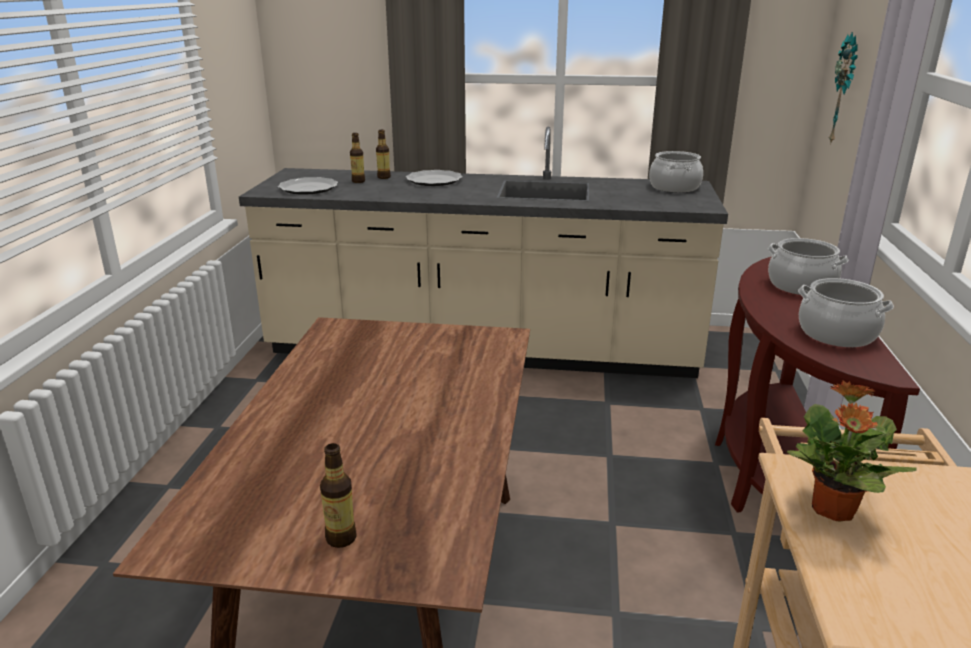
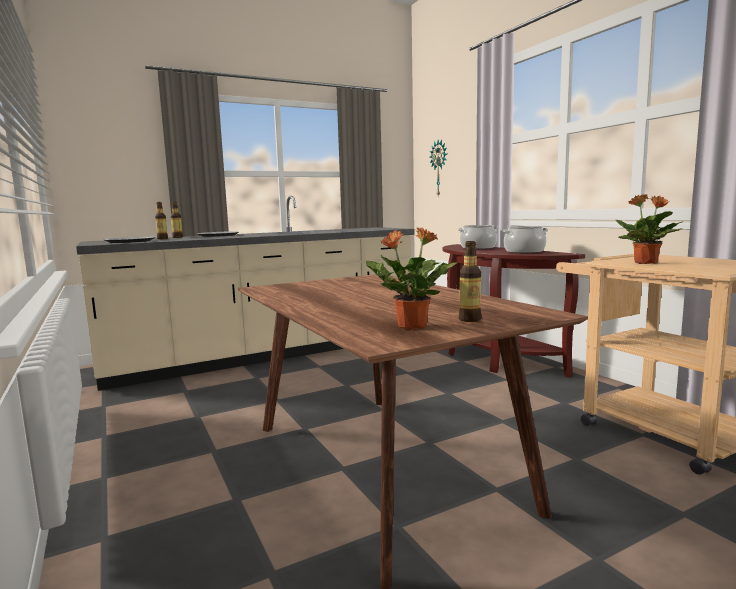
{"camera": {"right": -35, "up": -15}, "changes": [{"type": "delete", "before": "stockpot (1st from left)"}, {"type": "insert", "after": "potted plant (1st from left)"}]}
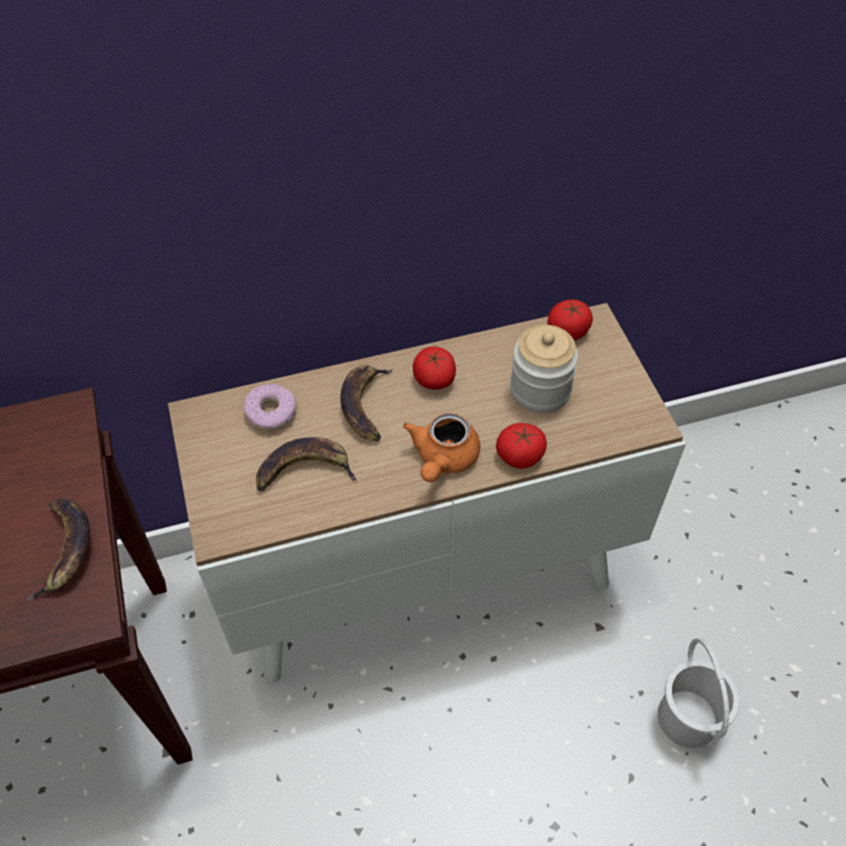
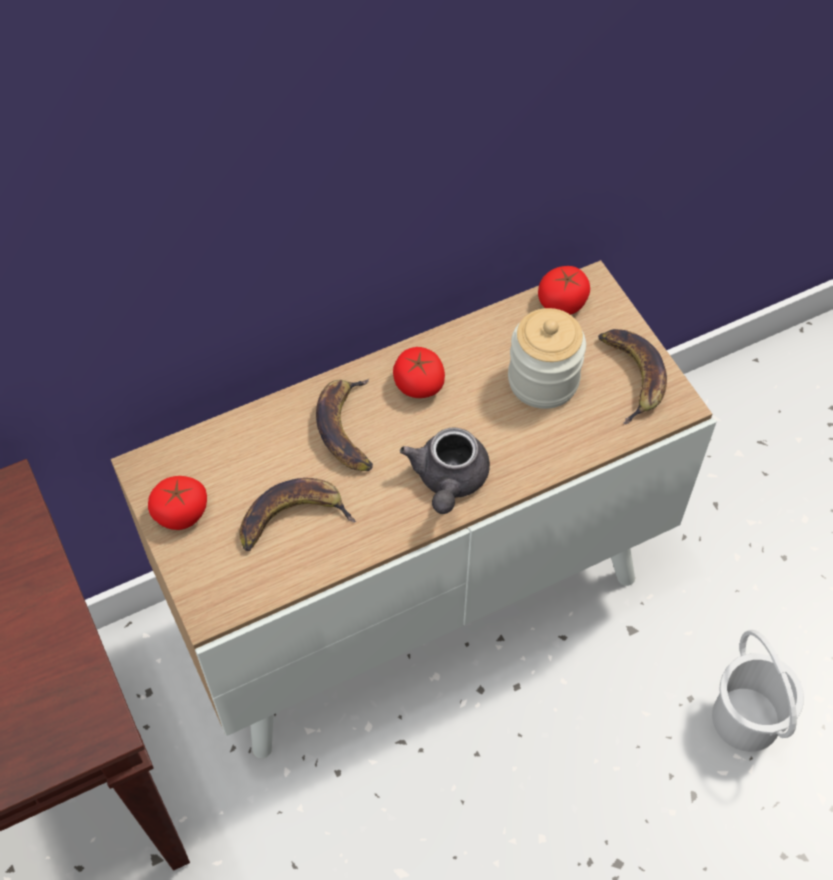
{"camera": {"right": -10, "up": 5}, "changes": [{"type": "delete", "before": "donut"}, {"type": "move", "before": "banana (1st from left in the first image)", "after": "banana (3rd from left)"}, {"type": "move", "before": "whole tomato (2nd from left in the first image)", "after": "whole tomato (1st from left)"}, {"type": "recolor", "before": "orangey teapot", "after": "grey teapot"}]}
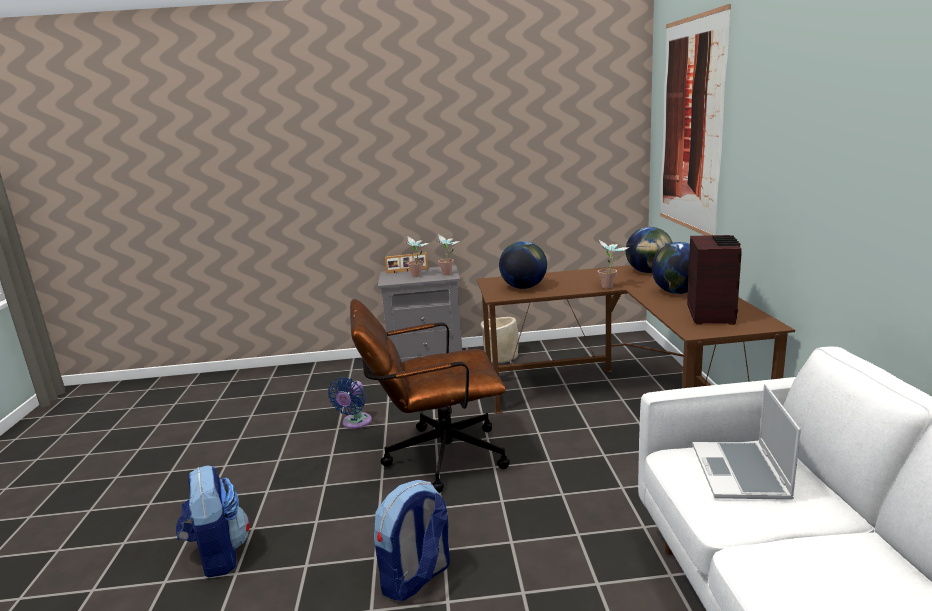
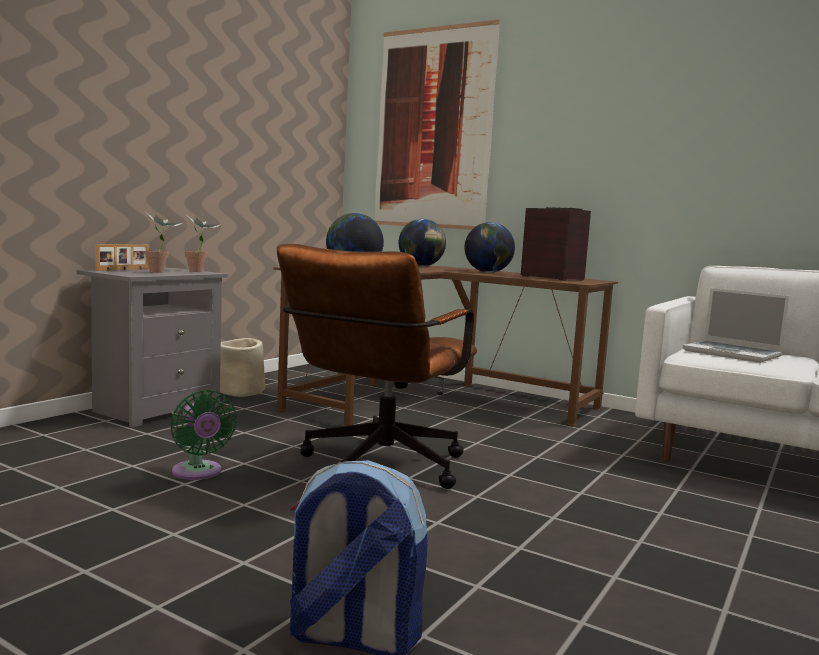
{"camera": {"right": -55, "up": -10}, "changes": [{"type": "delete", "before": "backpack (2nd from left)"}, {"type": "delete", "before": "potted plant (3rd from left)"}, {"type": "recolor", "before": "bluish cooling fan", "after": "green cooling fan"}]}
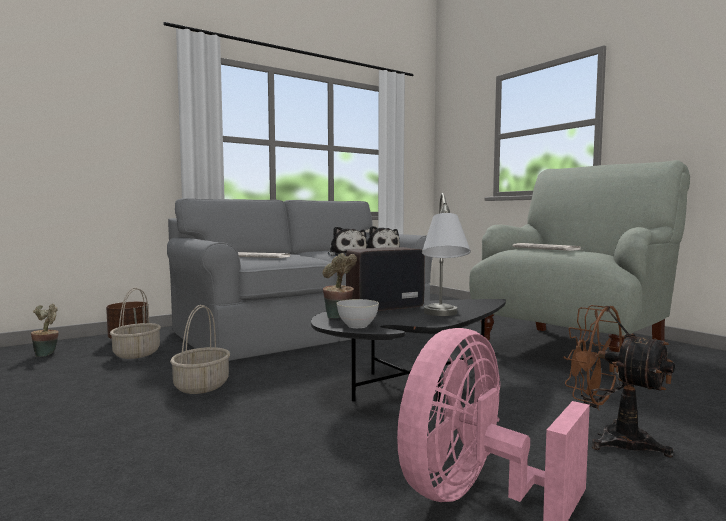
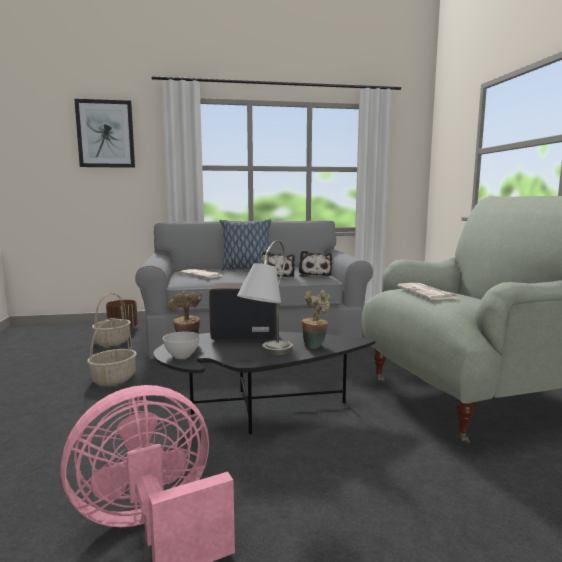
{"camera": {"right": 25, "up": 5}, "changes": [{"type": "delete", "before": "brown cooling fan"}, {"type": "insert", "after": "picture"}, {"type": "insert", "after": "pillow"}, {"type": "move", "before": "potted plant (1st from left in the first image)", "after": "potted plant (2nd from left)"}]}
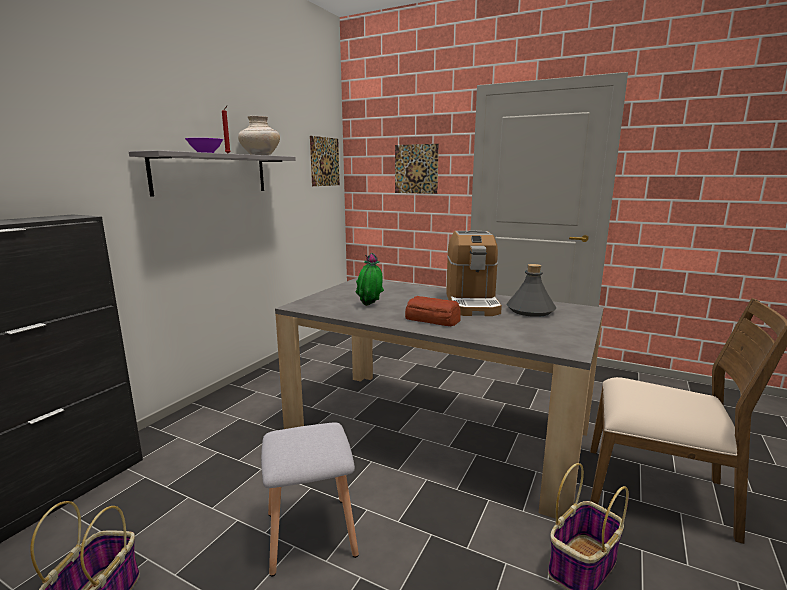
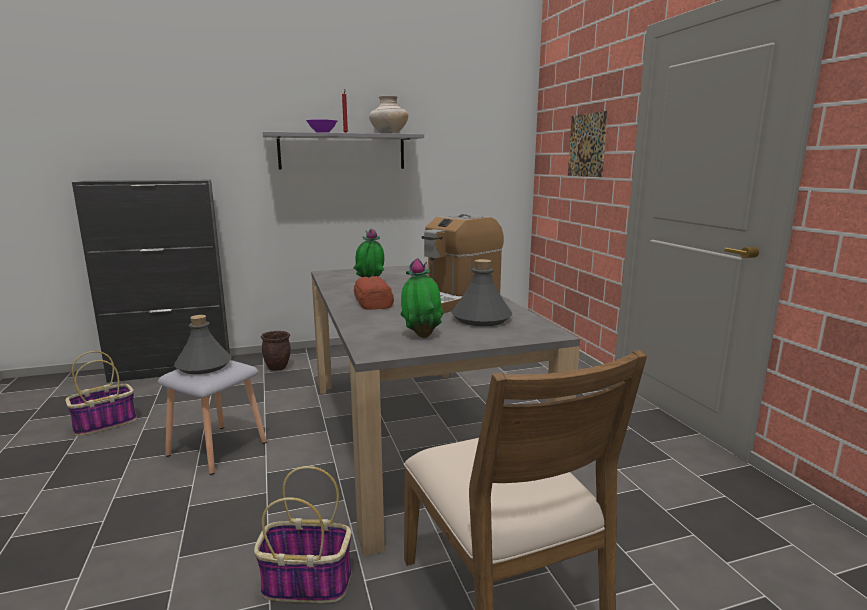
{"camera": {"right": 45, "up": 0}, "changes": [{"type": "delete", "before": "picture (1st from left)"}, {"type": "insert", "after": "grey bottle (1st from left)"}, {"type": "insert", "after": "brown planter"}, {"type": "insert", "after": "potted plant (2nd from left)"}]}
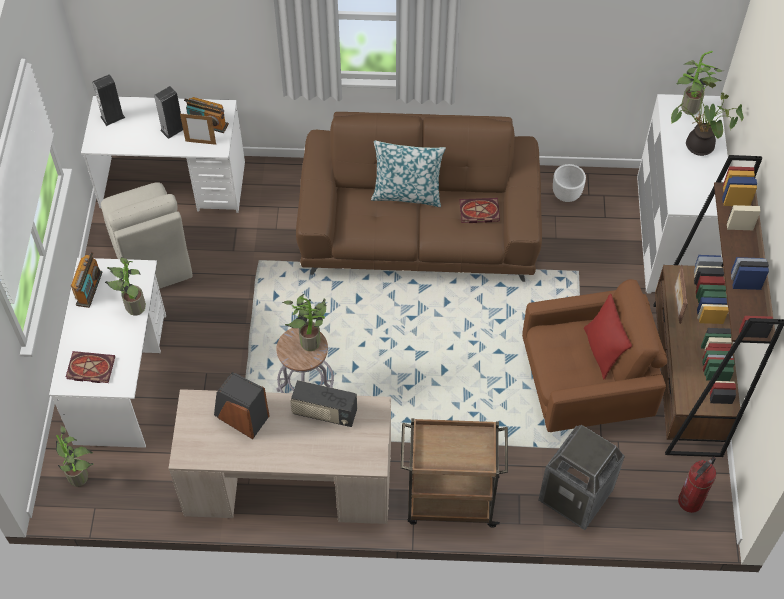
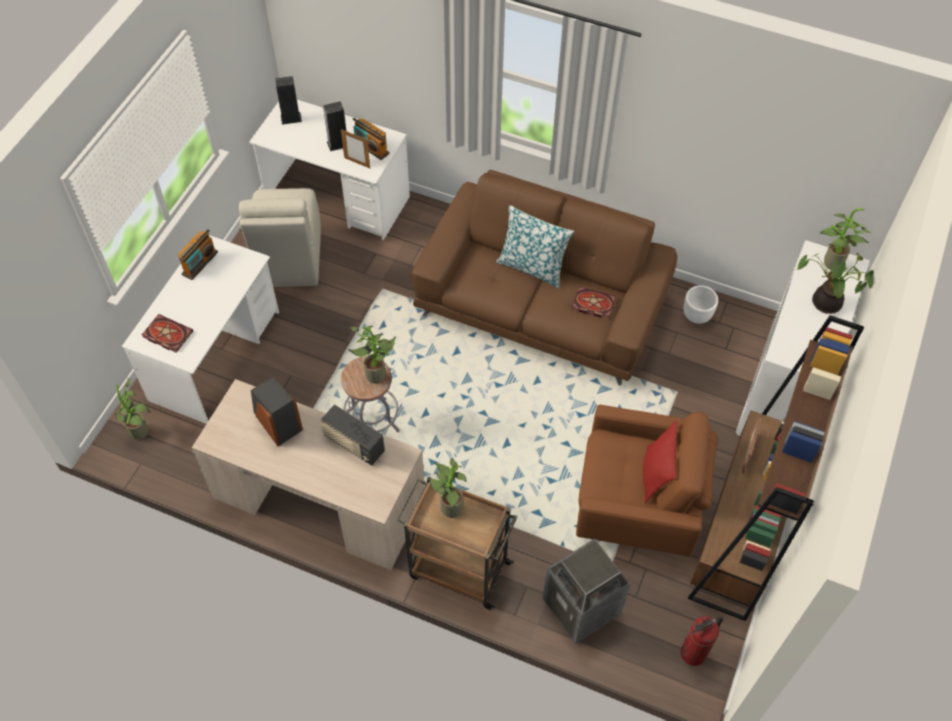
{"camera": {"right": 20, "up": 0}, "changes": [{"type": "move", "before": "potted plant (2nd from left in the first image)", "after": "potted plant (3rd from left)"}]}
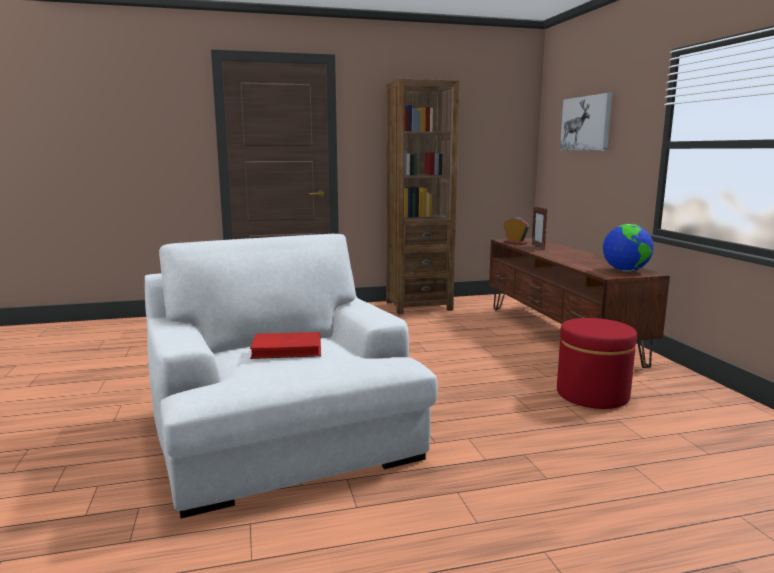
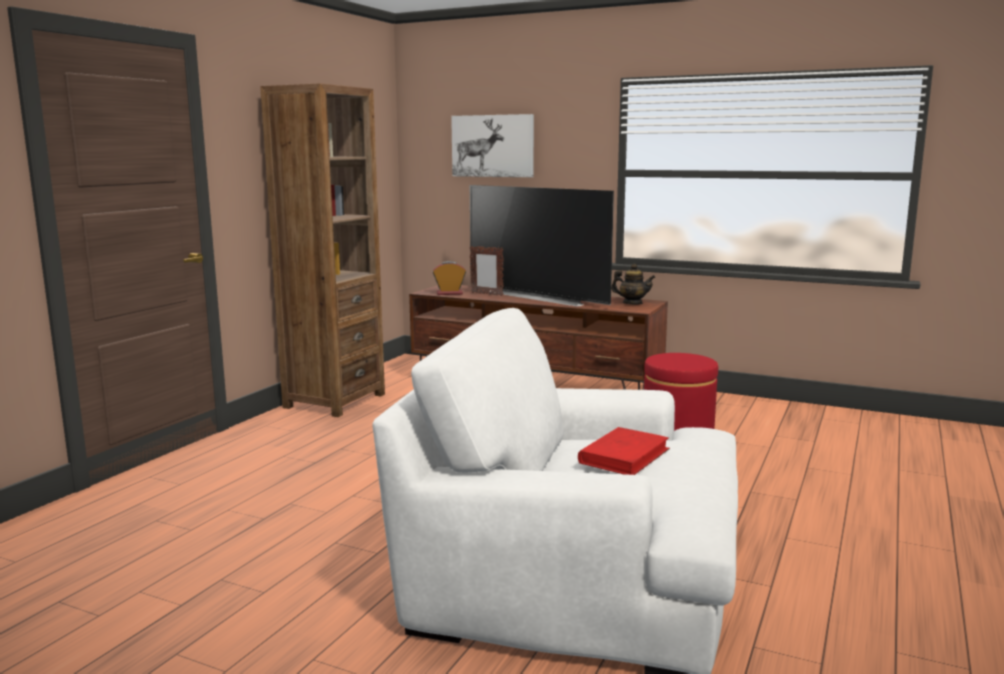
{"camera": {"right": -50, "up": 0}, "changes": [{"type": "insert", "after": "television"}, {"type": "replace", "before": "world globe", "after": "teapot"}]}
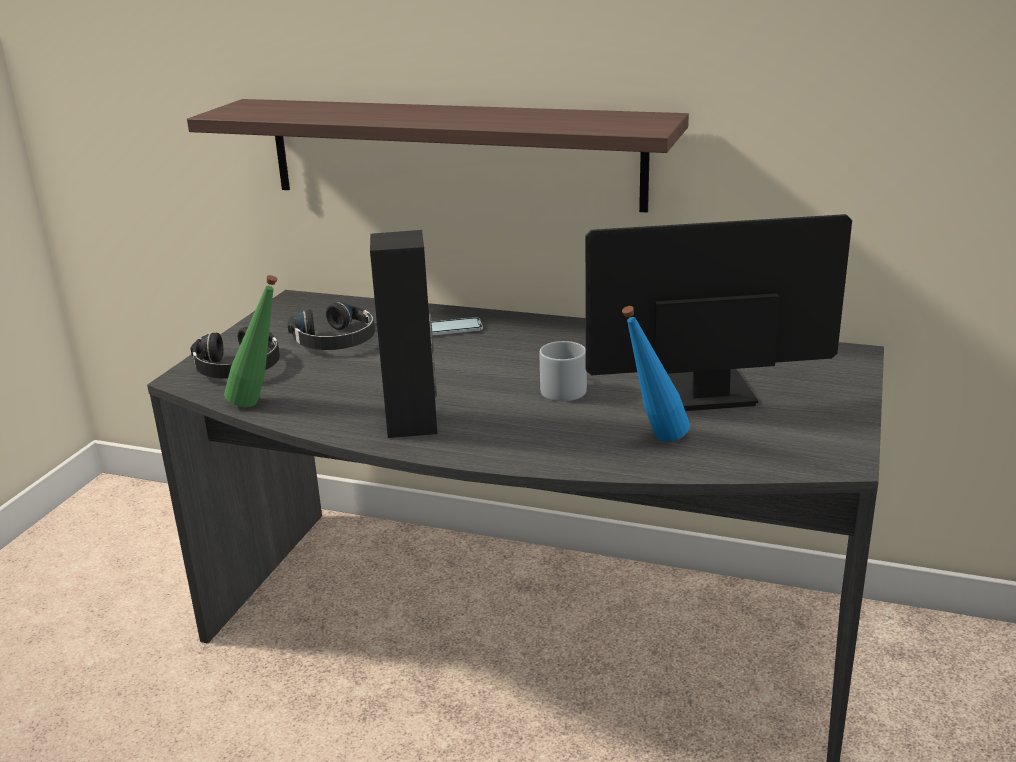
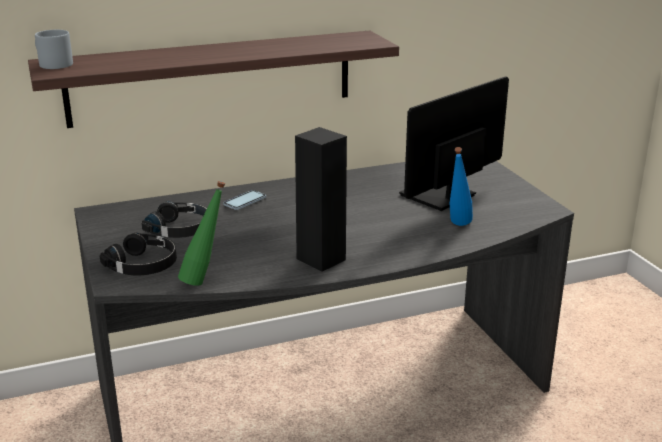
{"camera": {"right": -40, "up": 0}, "changes": [{"type": "move", "before": "grey mug"}]}
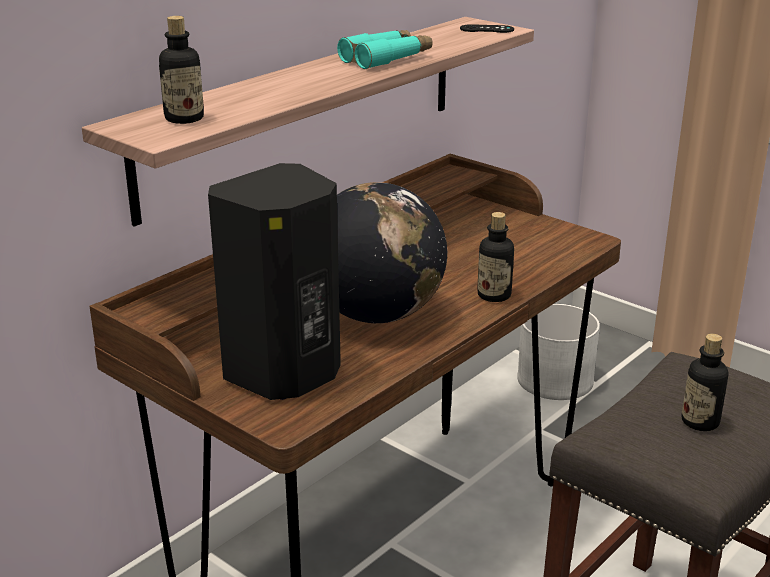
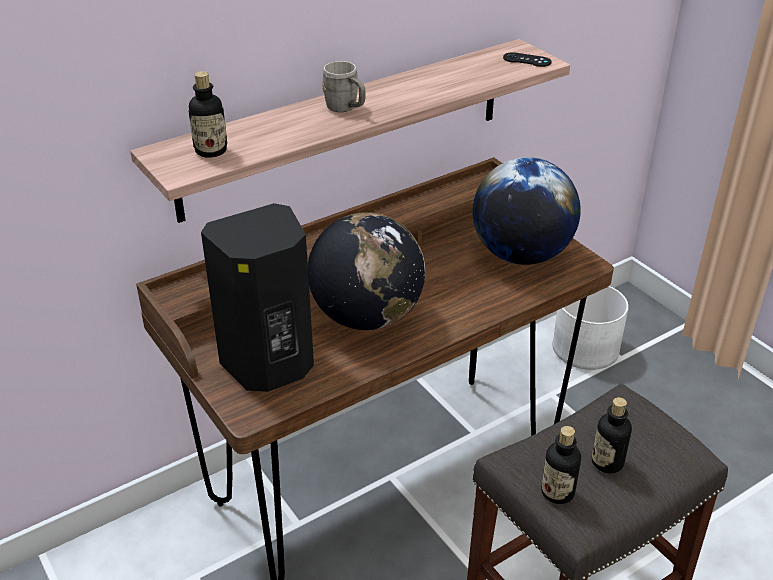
{"camera": {"right": 15, "up": 10}, "changes": [{"type": "delete", "before": "turquoise pair of binoculars"}, {"type": "insert", "after": "grey mug"}, {"type": "insert", "after": "world globe (2nd from left)"}, {"type": "move", "before": "bottle (2nd from left)"}]}
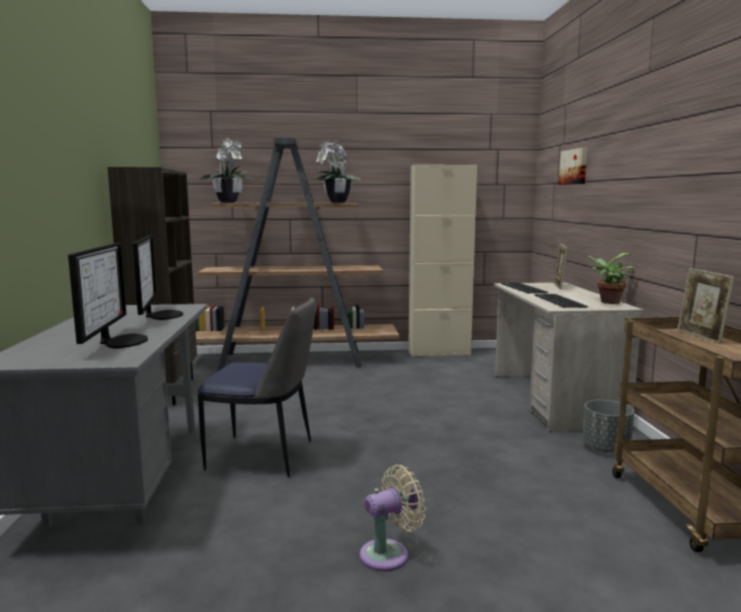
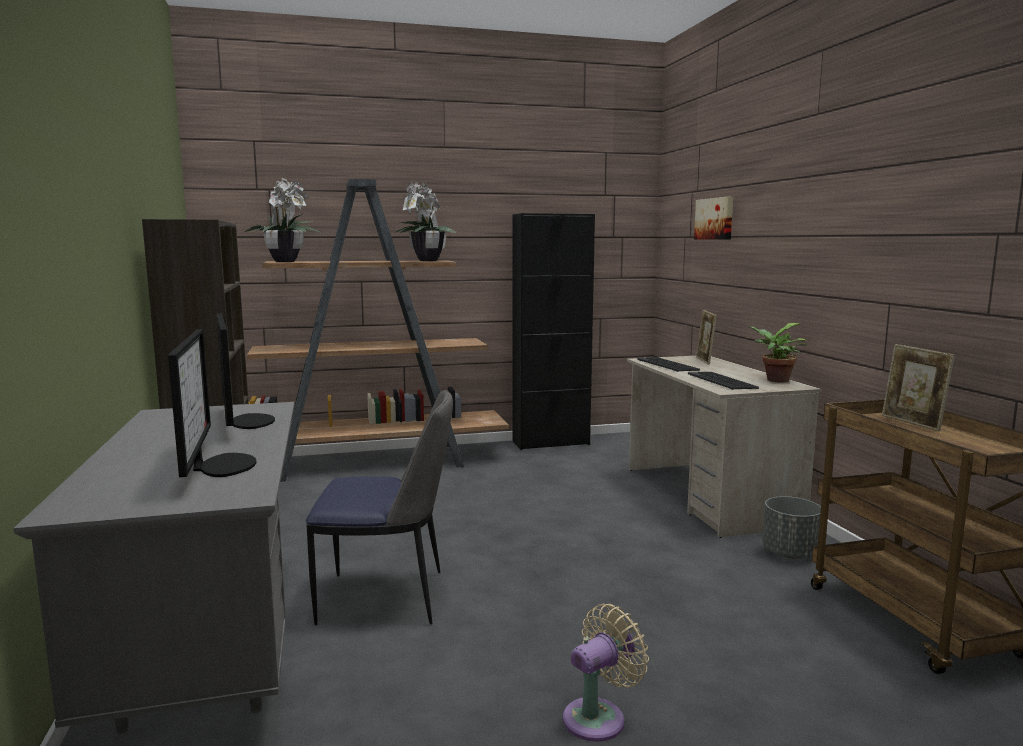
{"camera": {"right": -10, "up": 0}, "changes": [{"type": "recolor", "before": "beige storage cabinet", "after": "blackish storage cabinet"}]}
